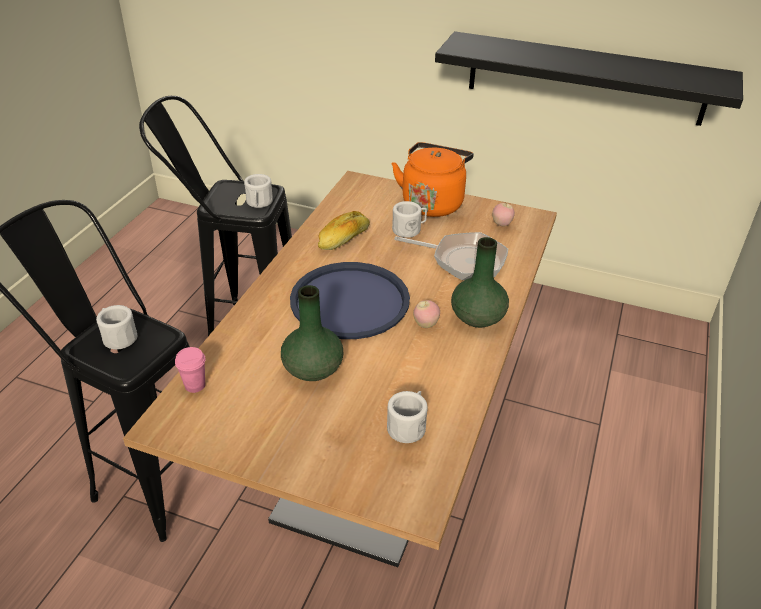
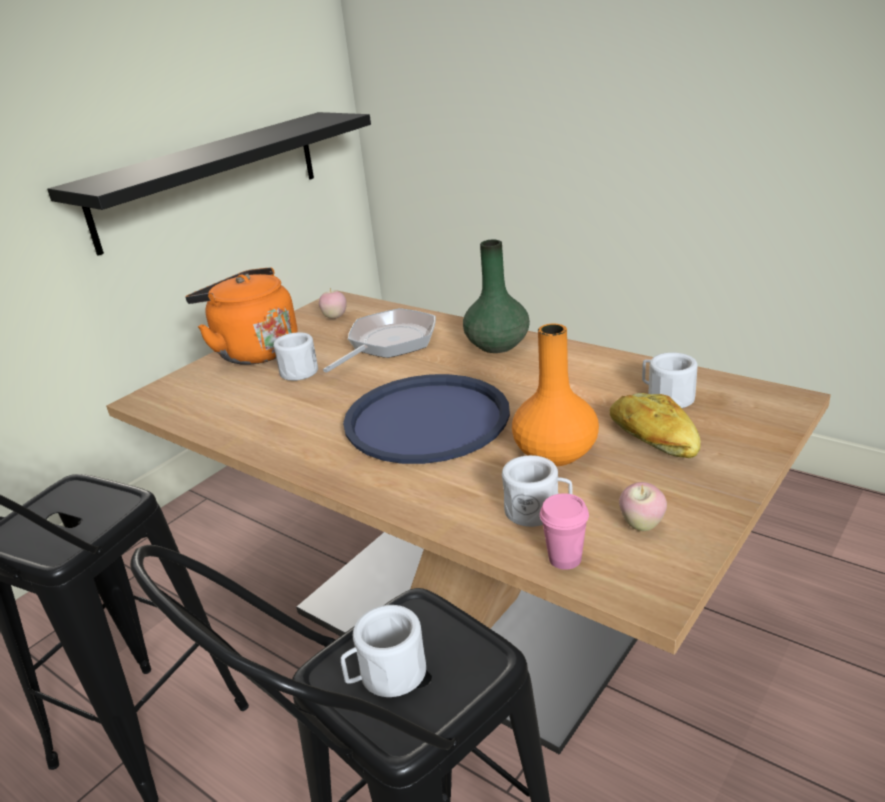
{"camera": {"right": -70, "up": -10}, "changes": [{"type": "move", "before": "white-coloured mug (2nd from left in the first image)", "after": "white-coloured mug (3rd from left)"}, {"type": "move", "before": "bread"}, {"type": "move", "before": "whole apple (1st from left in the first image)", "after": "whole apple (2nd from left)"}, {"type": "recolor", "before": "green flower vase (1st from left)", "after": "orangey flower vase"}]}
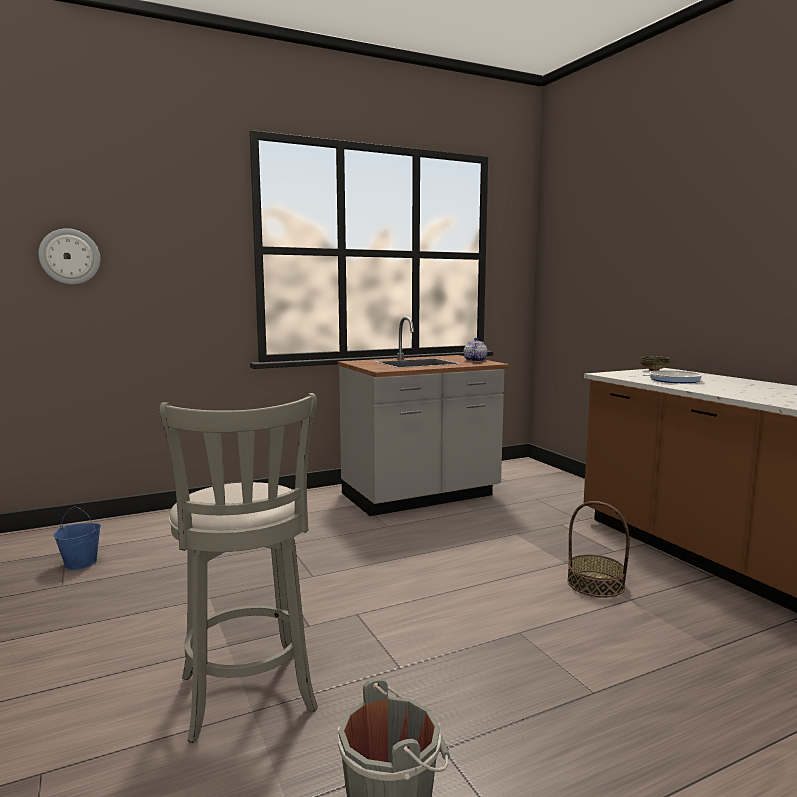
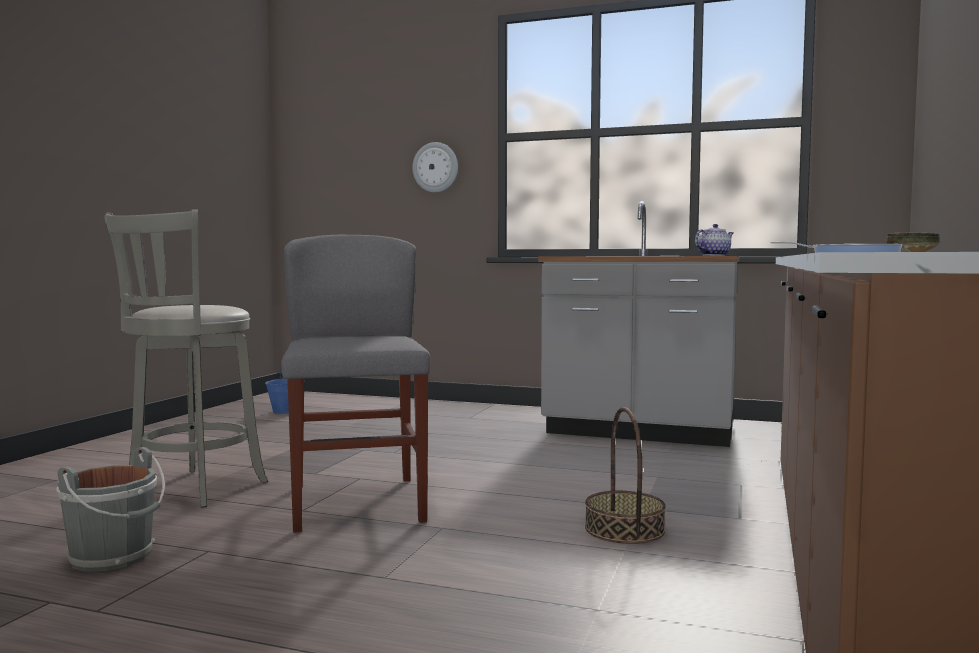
{"camera": {"right": 45, "up": -5}, "changes": [{"type": "insert", "after": "grey plain chair"}, {"type": "move", "before": "clock on the wall"}]}
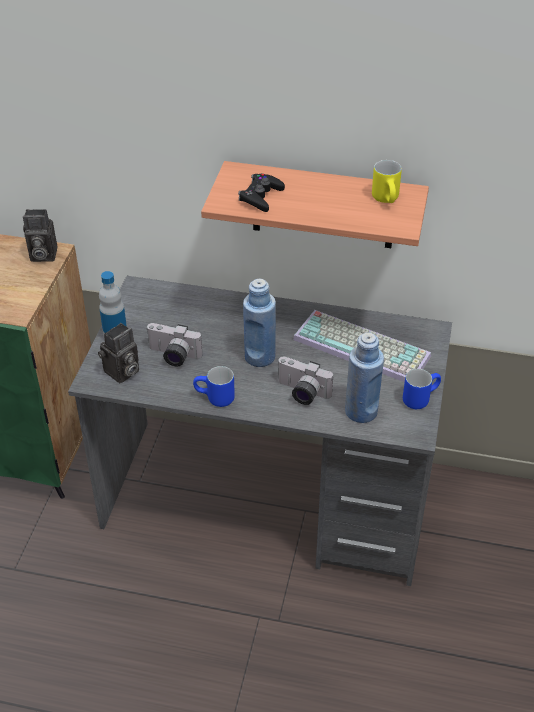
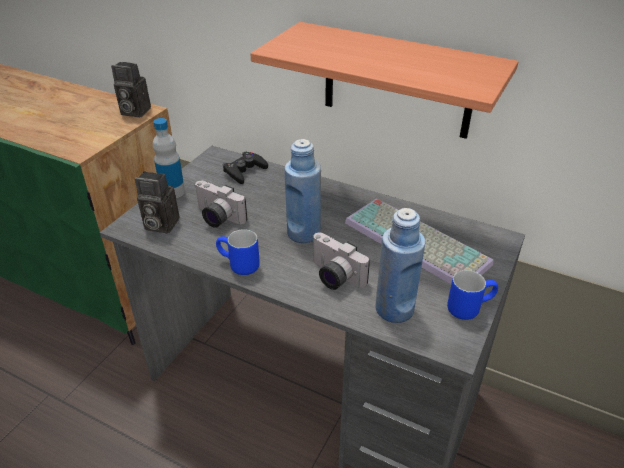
{"camera": {"right": 15, "up": -5}, "changes": [{"type": "delete", "before": "yellowish mug"}, {"type": "move", "before": "blackish joypad"}, {"type": "rotate", "before": "photo camera (2nd from left)", "turn": 45}]}
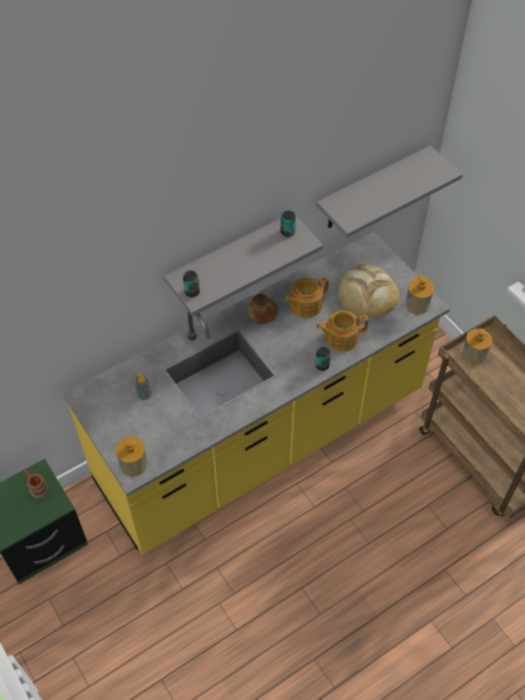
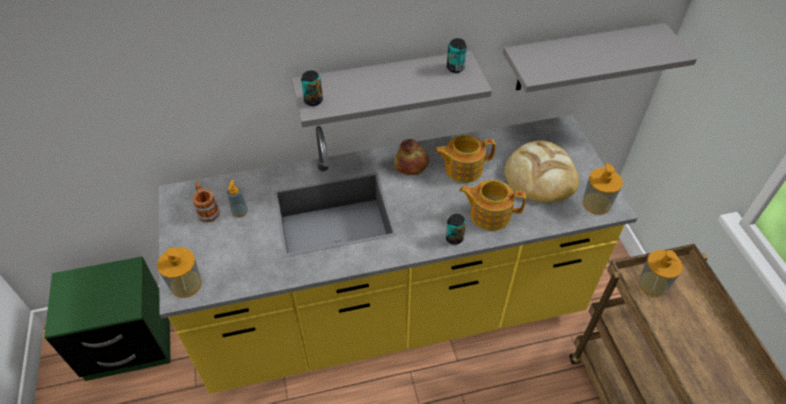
{"camera": {"right": 20, "up": -5}, "changes": [{"type": "move", "before": "mug"}]}
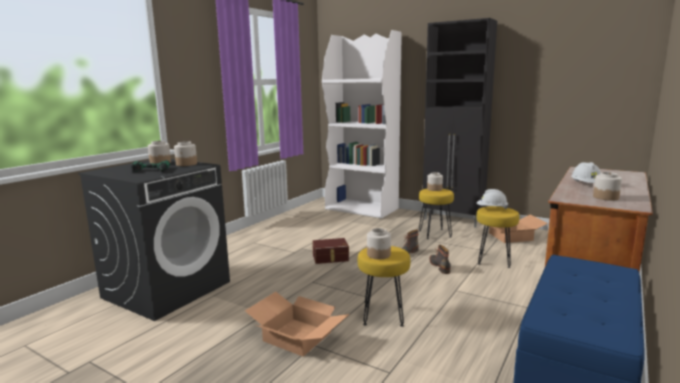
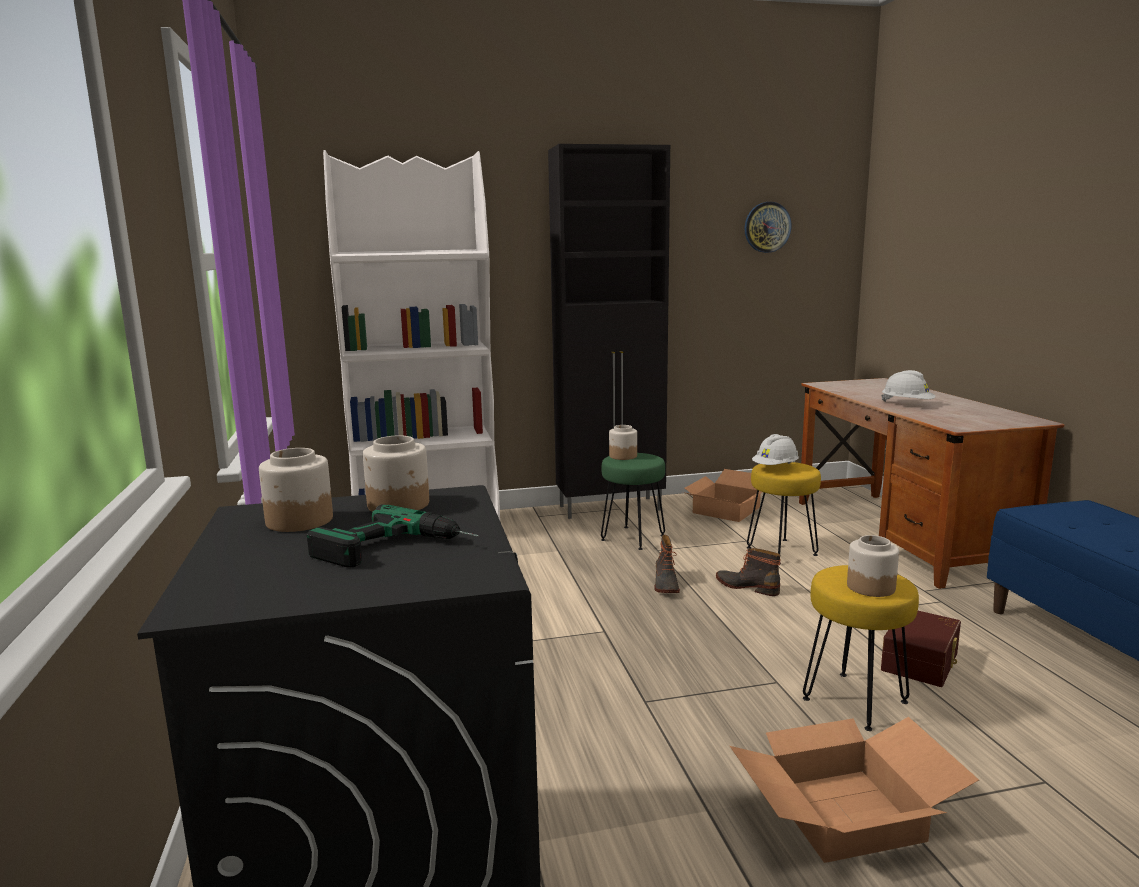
{"camera": {"right": -45, "up": 0}, "changes": [{"type": "delete", "before": "preserve jar (5th from left)"}, {"type": "insert", "after": "clock on the wall"}, {"type": "move", "before": "brown storage bin"}, {"type": "recolor", "before": "yellowish stool seat (2nd from left)", "after": "green stool seat"}]}
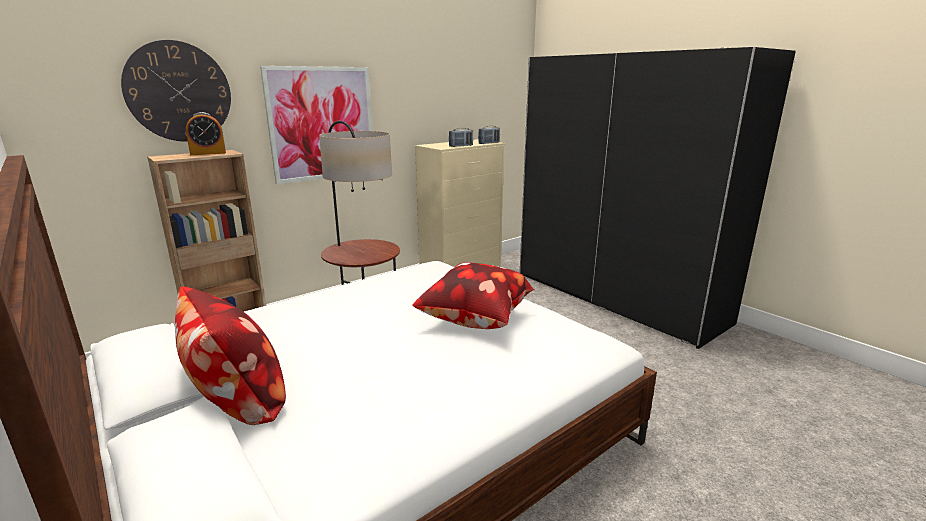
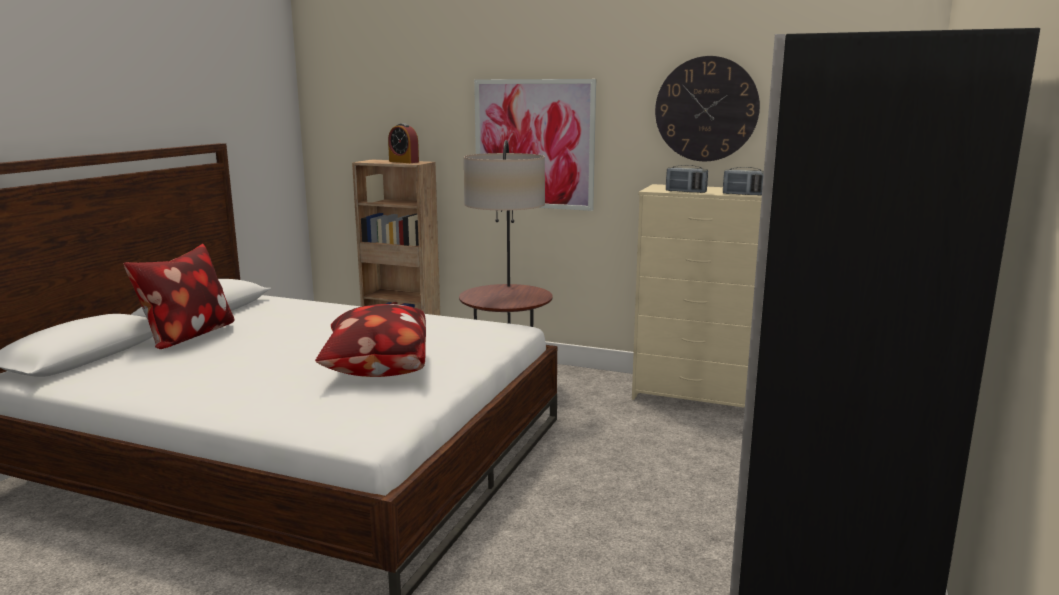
{"camera": {"right": 60, "up": -5}, "changes": [{"type": "move", "before": "clock on the wall"}]}
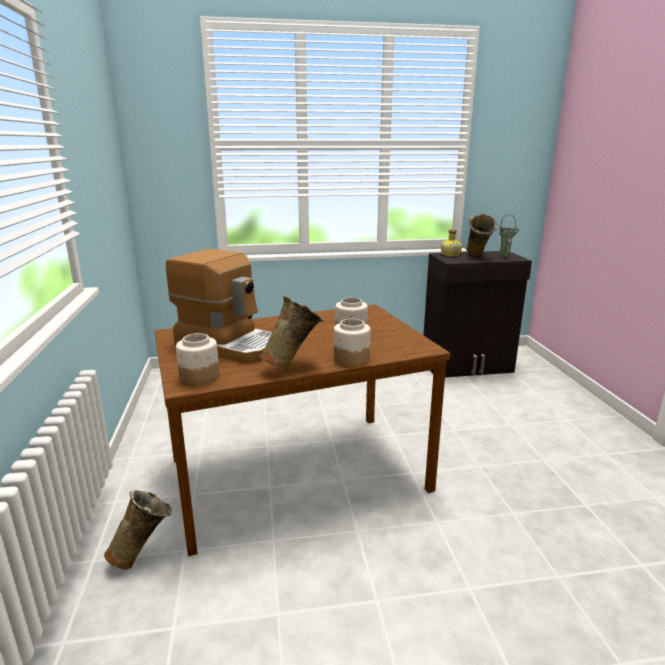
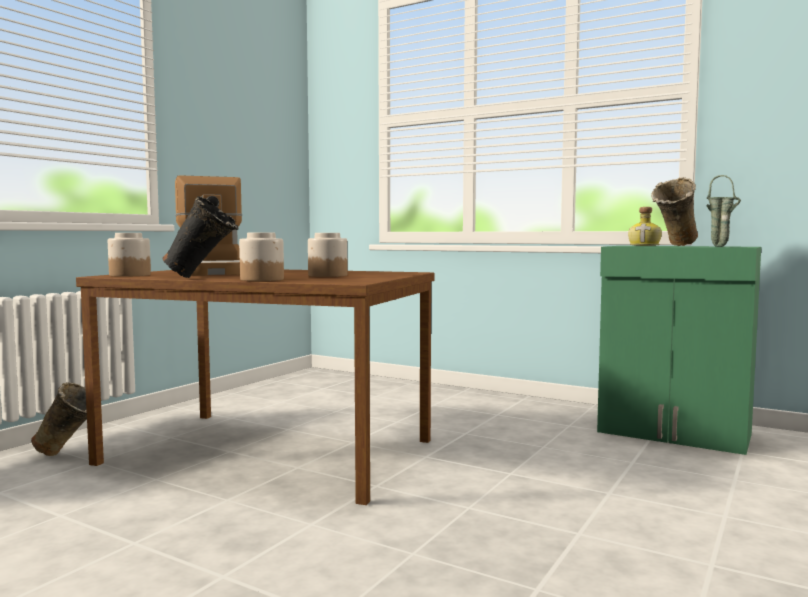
{"camera": {"right": 40, "up": -15}, "changes": [{"type": "recolor", "before": "beige flower vase (2nd from left)", "after": "blackish flower vase"}, {"type": "recolor", "before": "blackish storage cabinet", "after": "green storage cabinet"}]}
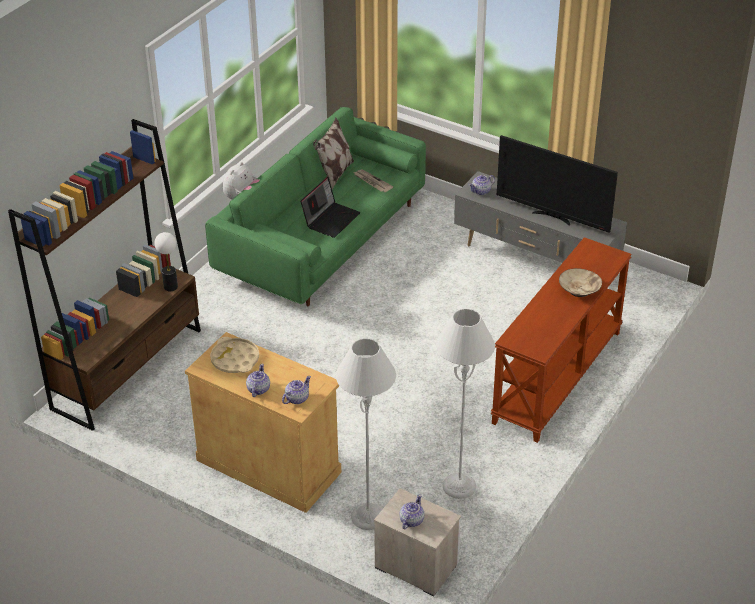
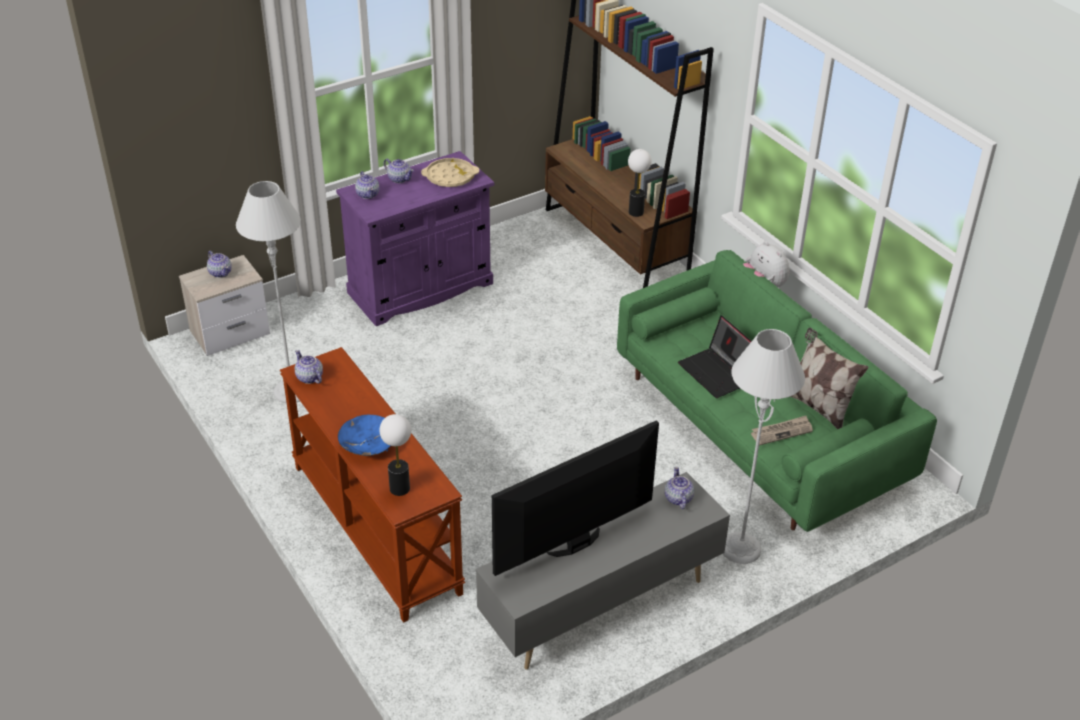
{"camera": {"right": 115, "up": 0}, "changes": [{"type": "insert", "after": "teapot (2nd from left)"}, {"type": "insert", "after": "tabletop lamp (1st from left)"}, {"type": "move", "before": "grey standard lamp (1st from left in the first image)", "after": "grey standard lamp (2nd from left)"}, {"type": "recolor", "before": "beige storage cabinet", "after": "purple-coloured storage cabinet"}, {"type": "recolor", "before": "beige deep dish", "after": "bluish deep dish"}]}
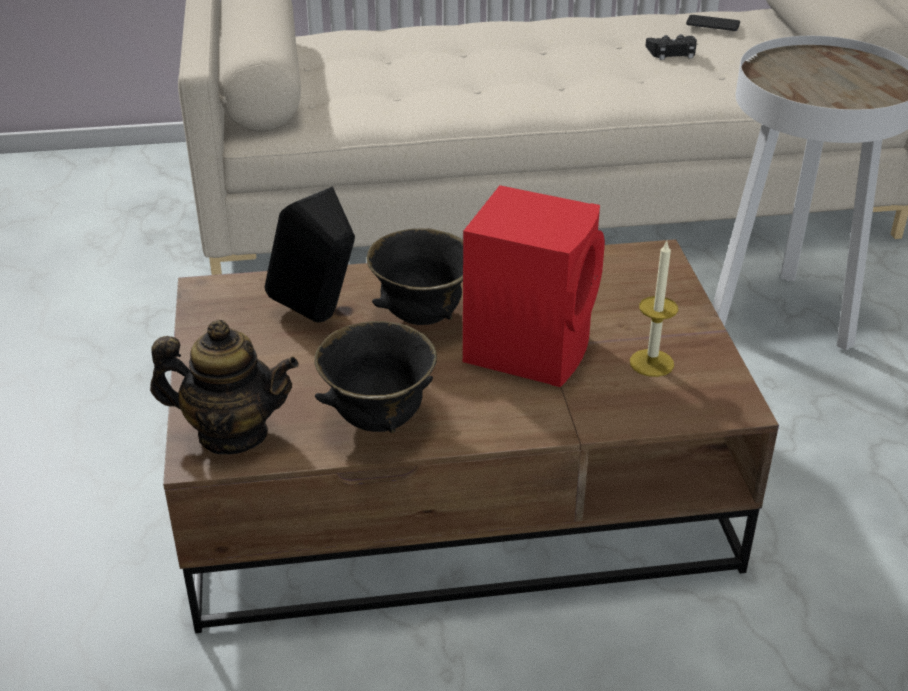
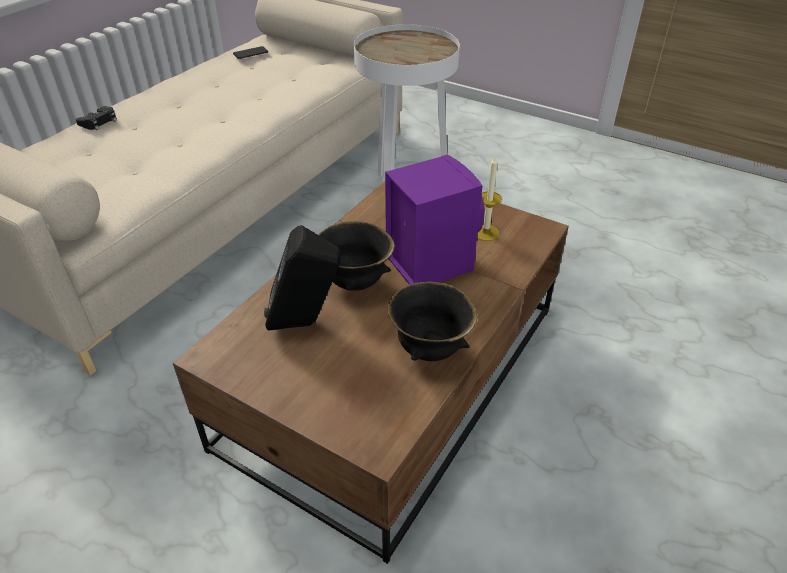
{"camera": {"right": -50, "up": 5}, "changes": [{"type": "delete", "before": "teapot"}, {"type": "move", "before": "blackish joypad"}, {"type": "recolor", "before": "red speaker", "after": "purple-coloured speaker"}]}
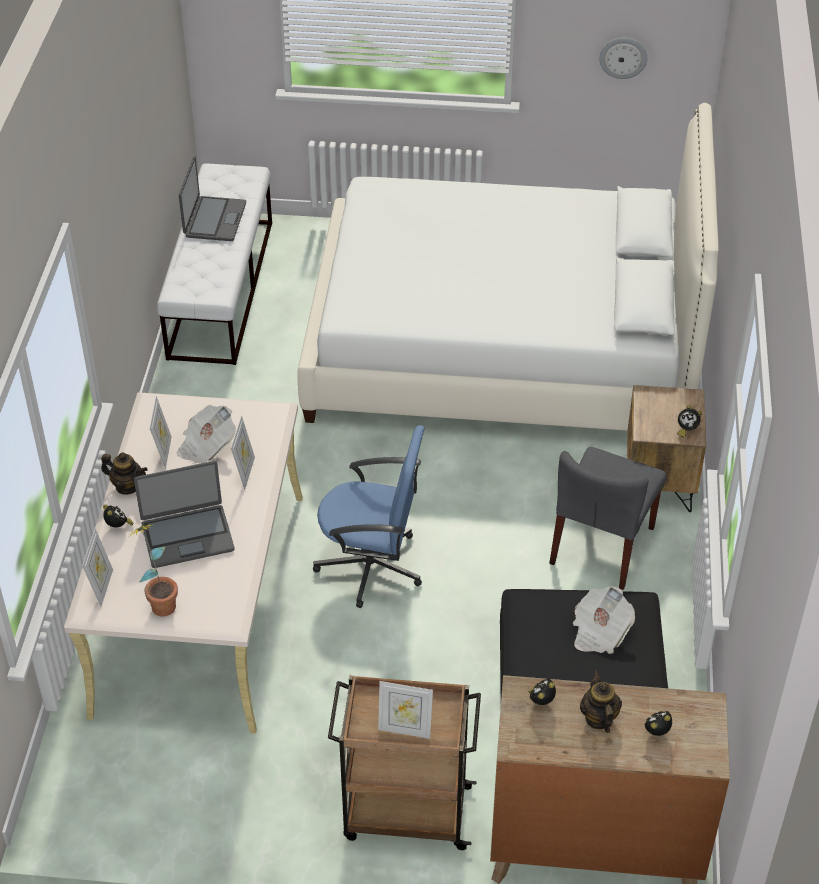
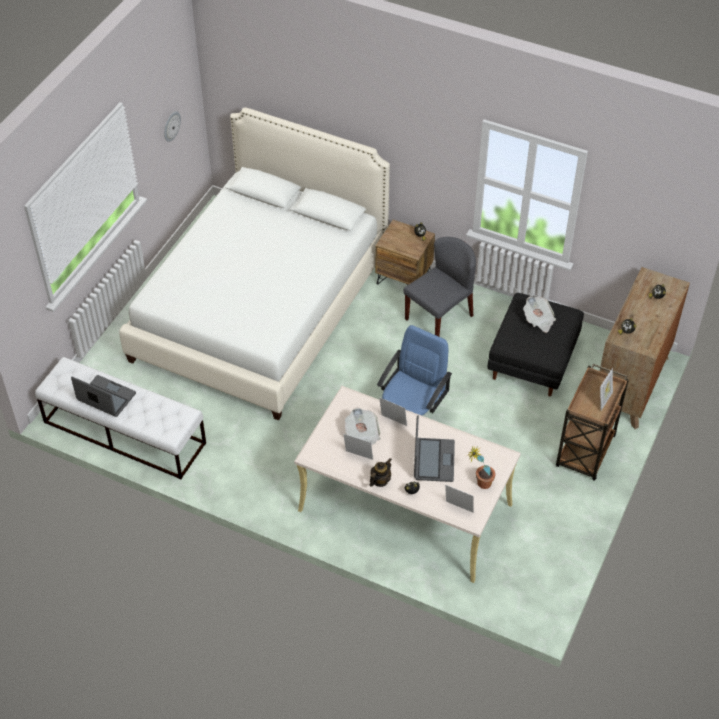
{"camera": {"right": -70, "up": 5}, "changes": [{"type": "delete", "before": "teapot (2nd from left)"}, {"type": "rotate", "before": "grey plain chair", "turn": -90}]}
